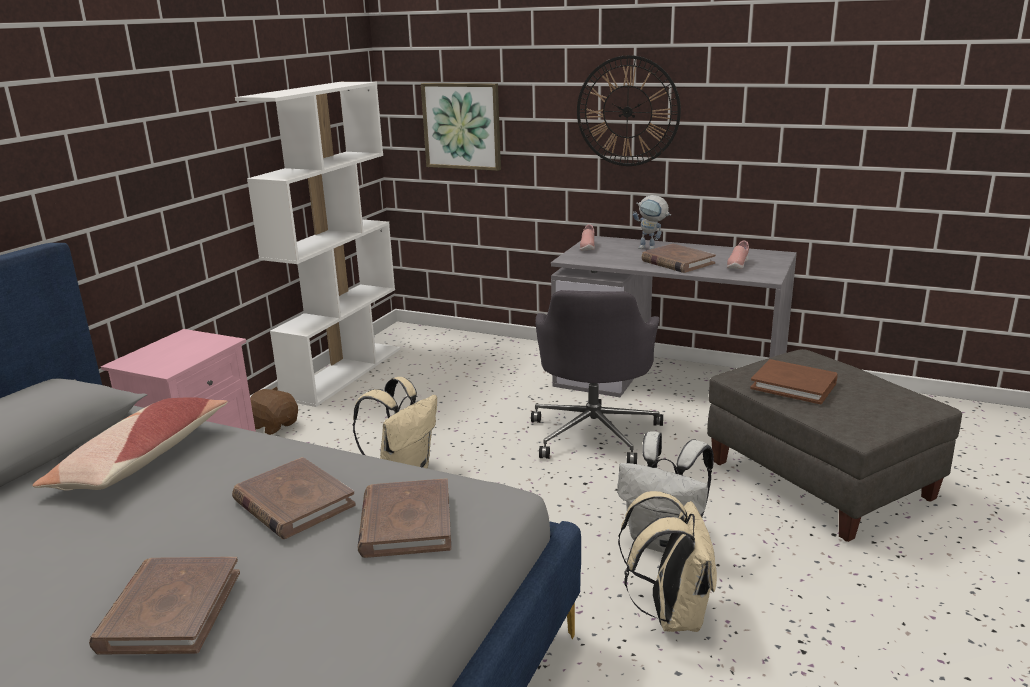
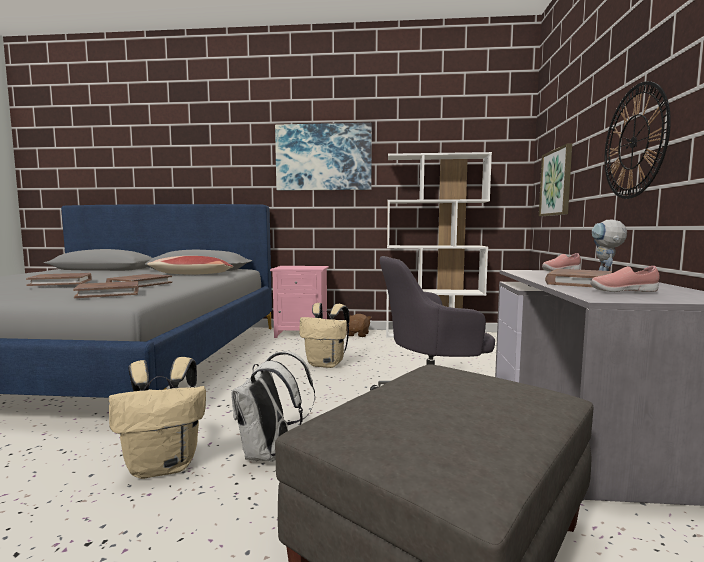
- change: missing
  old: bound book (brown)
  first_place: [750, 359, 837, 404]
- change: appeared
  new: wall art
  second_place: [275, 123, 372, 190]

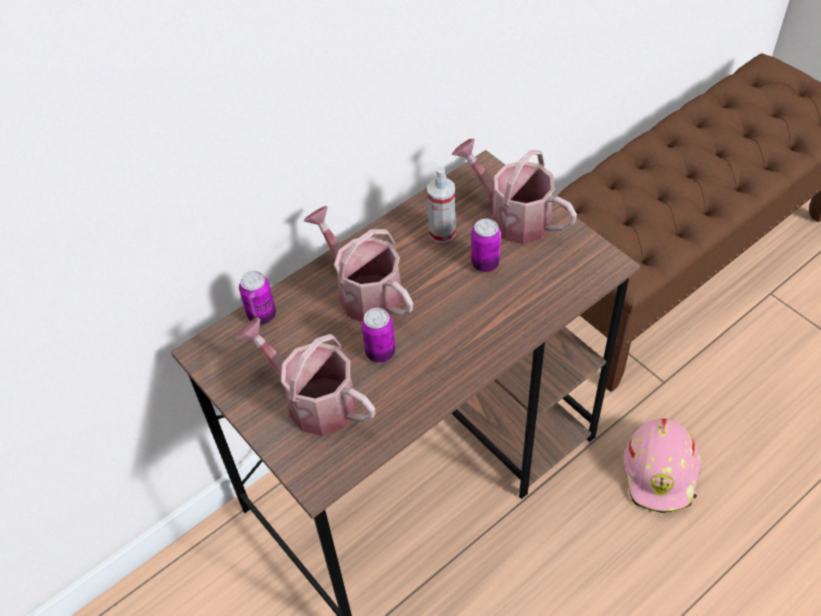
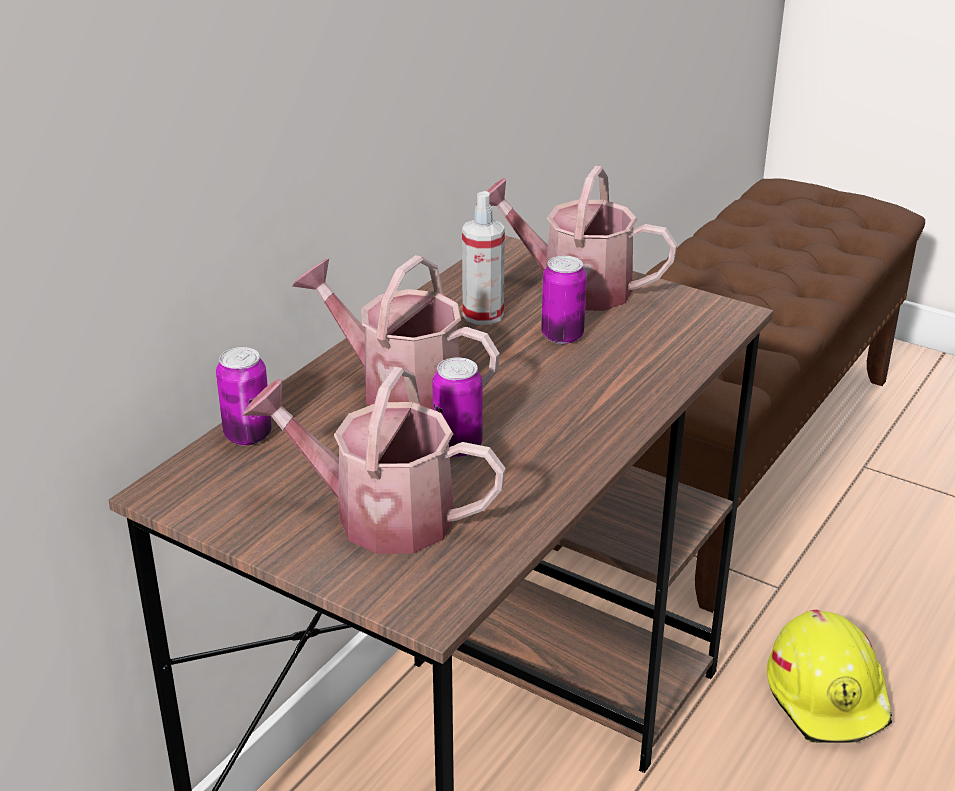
- change: colour
  old: work helmet (pink)
  new: work helmet (yellowish)
  first_place: [624, 419, 701, 513]
  second_place: [767, 610, 892, 743]

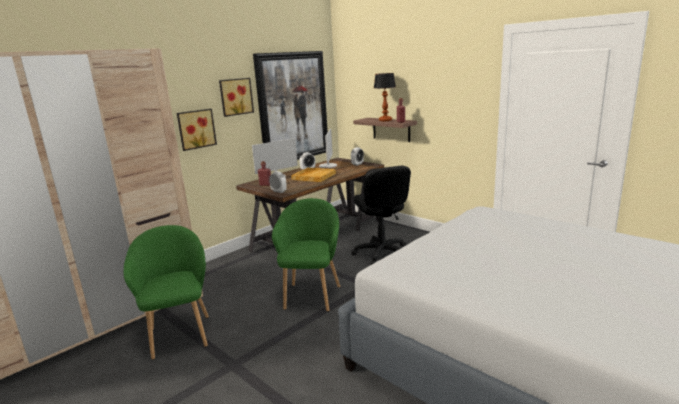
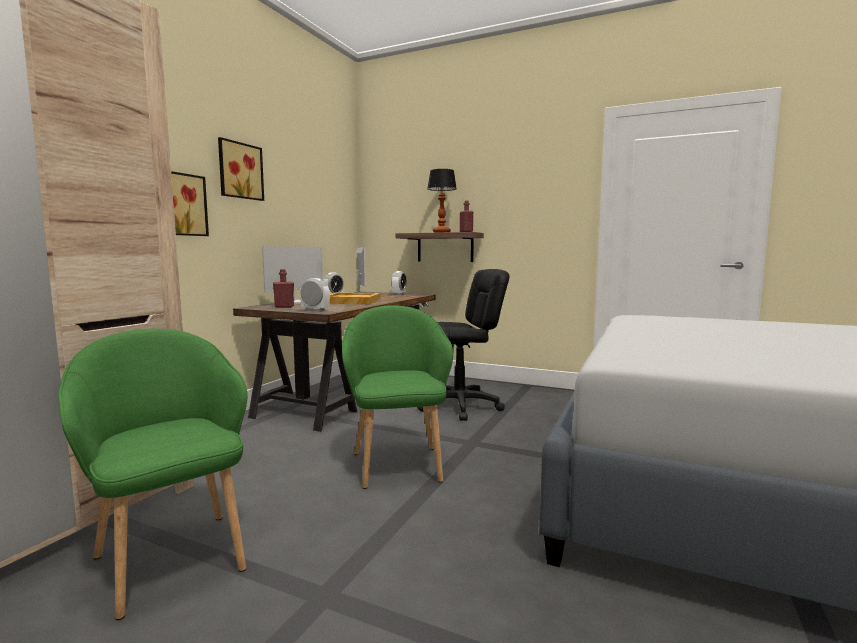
- change: missing
  old: wall art
  first_place: [253, 51, 328, 160]
- change: spun
  old: office chair (blackish)
  first_place: [351, 166, 411, 265]
  second_place: [417, 269, 509, 421]
  degrees: -75

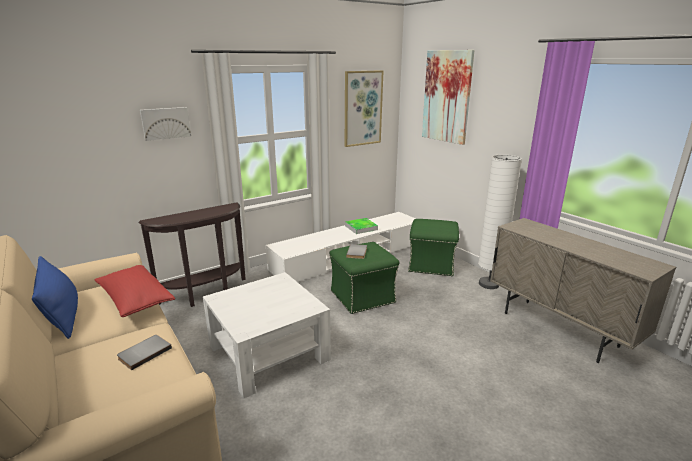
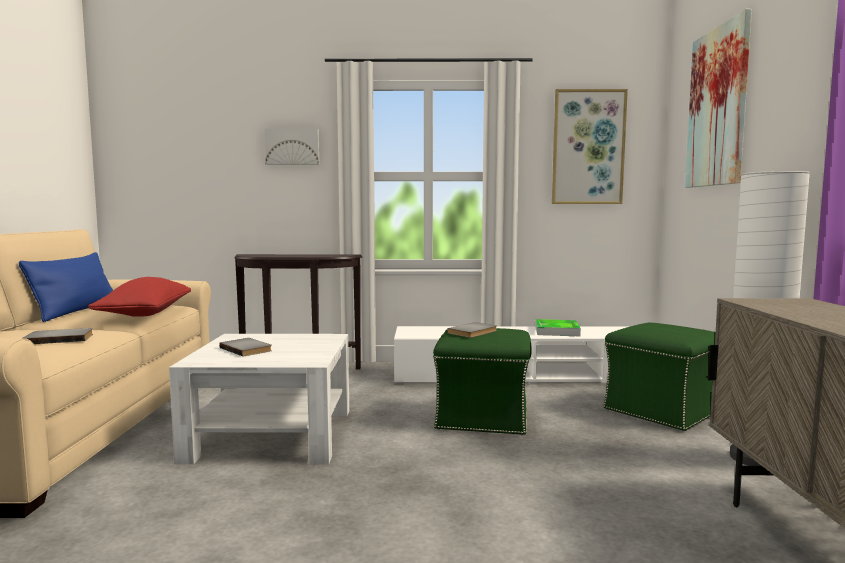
- change: appeared
  new: bound book (grey)
  second_place: [219, 338, 272, 357]

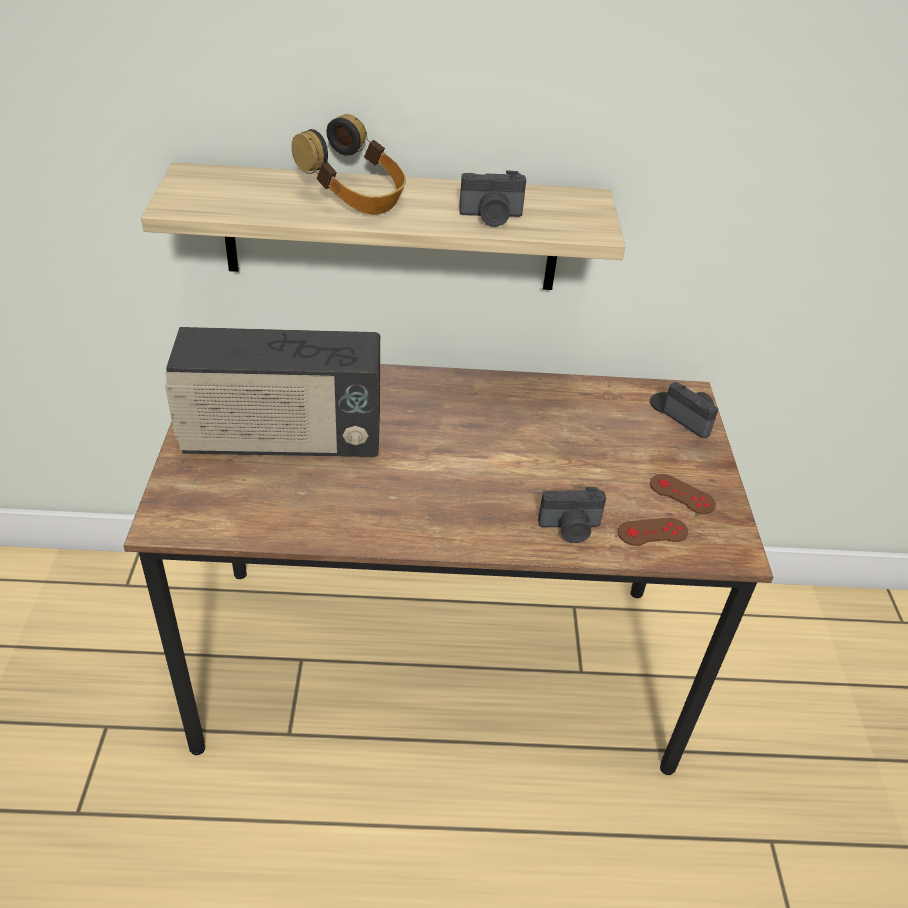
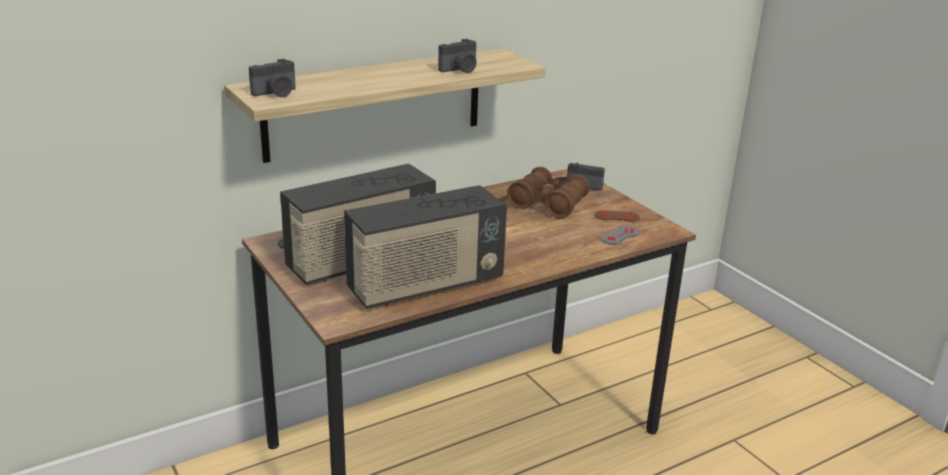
- change: missing
  old: headphones
  first_place: [291, 114, 406, 214]
- change: relocated
  old: still camera
  first_place: [538, 487, 606, 543]
  second_place: [249, 59, 296, 97]
- change: colour
  old: gamepad (brown)
  new: gamepad (grey)
  first_place: [618, 518, 688, 546]
  second_place: [601, 226, 639, 244]
- change: appeared
  new: binoculars (brown)
  second_place: [507, 167, 590, 218]
- change: appeared
  new: radio receiver
  second_place: [344, 185, 507, 309]

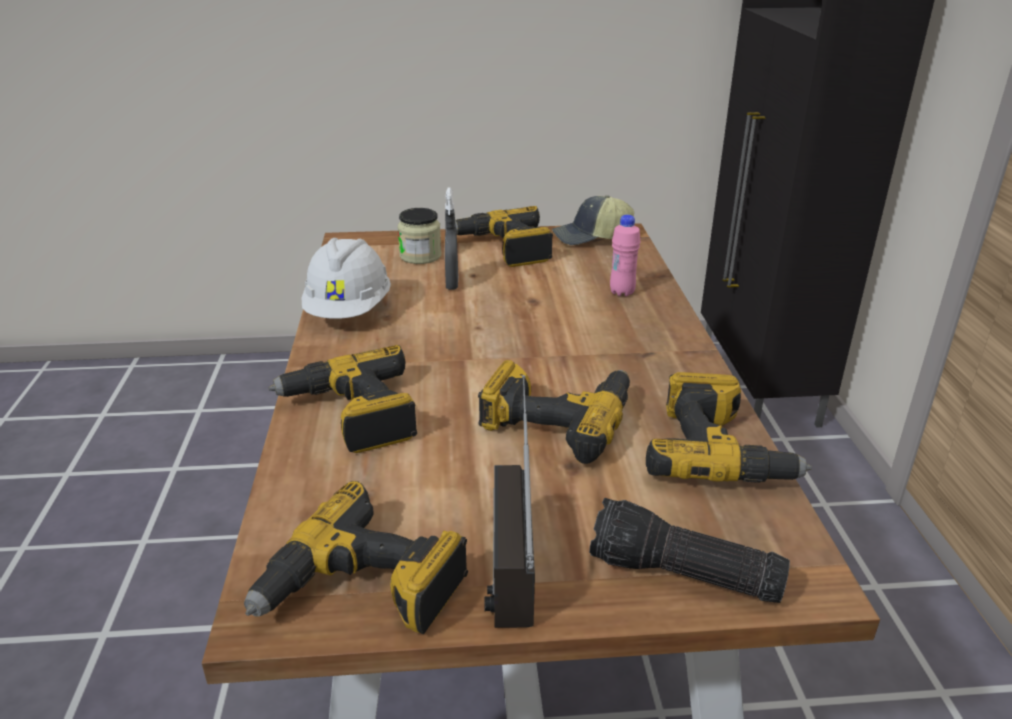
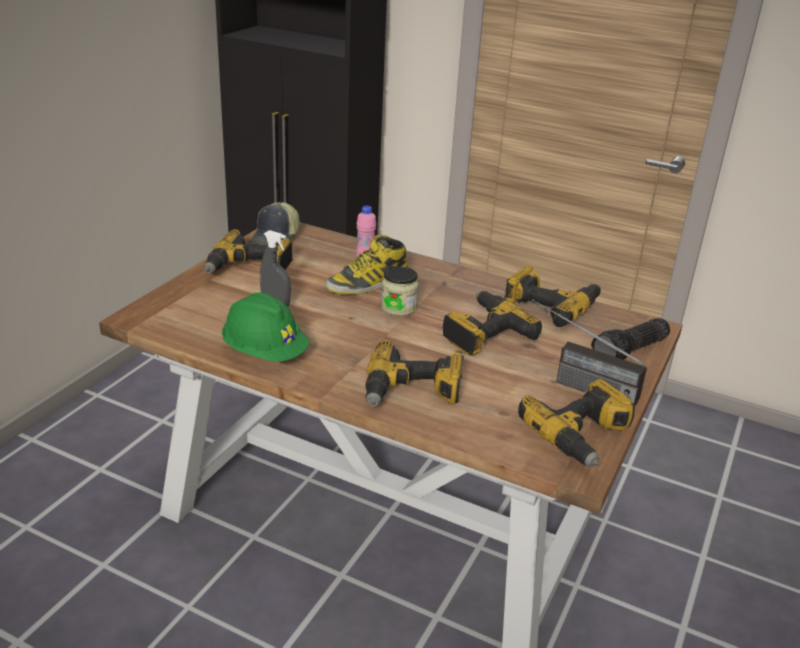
- change: relocated
  old: preserve jar
  first_place: [398, 208, 441, 264]
  second_place: [381, 266, 419, 316]
- change: colour
  old: work helmet (white-coloured)
  new: work helmet (greenish)
  first_place: [302, 238, 391, 319]
  second_place: [222, 293, 309, 362]
- change: appeared
  new: high-top boot
  second_place: [325, 235, 408, 295]

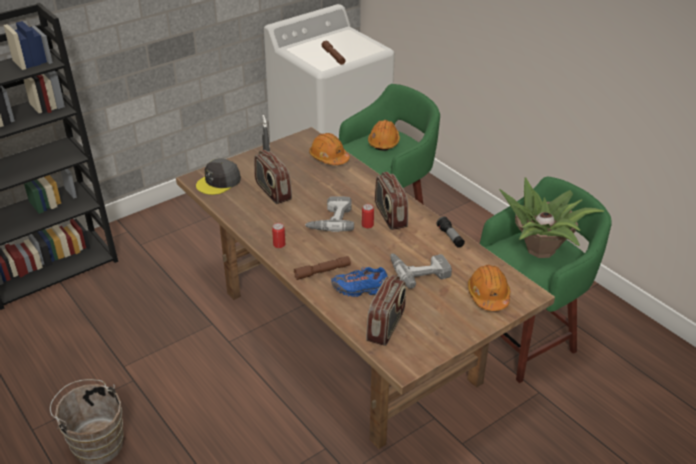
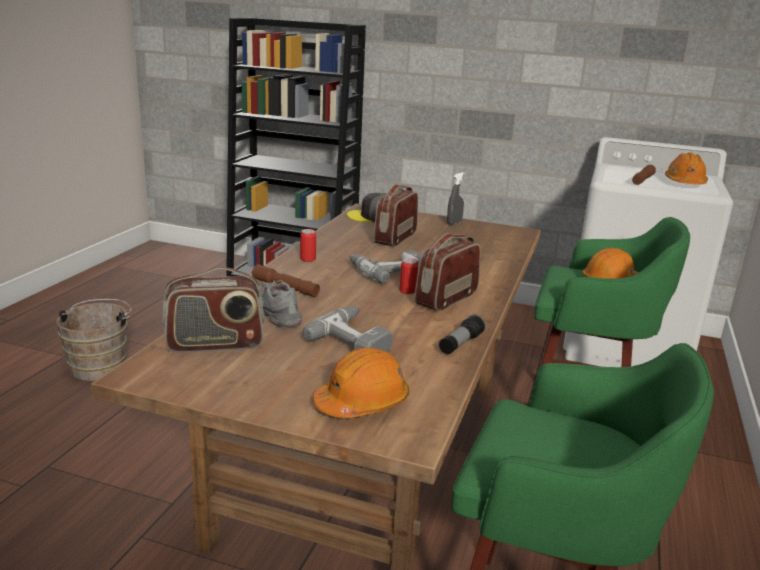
- change: relocated
  old: work helmet (orangey)
  first_place: [309, 133, 350, 165]
  second_place: [665, 152, 708, 184]
- change: missing
  old: houseplant
  first_place: [499, 177, 604, 258]
- change: colour
  old: shoe (blue-coloured)
  new: shoe (grey)
  first_place: [331, 267, 388, 297]
  second_place: [256, 280, 302, 327]

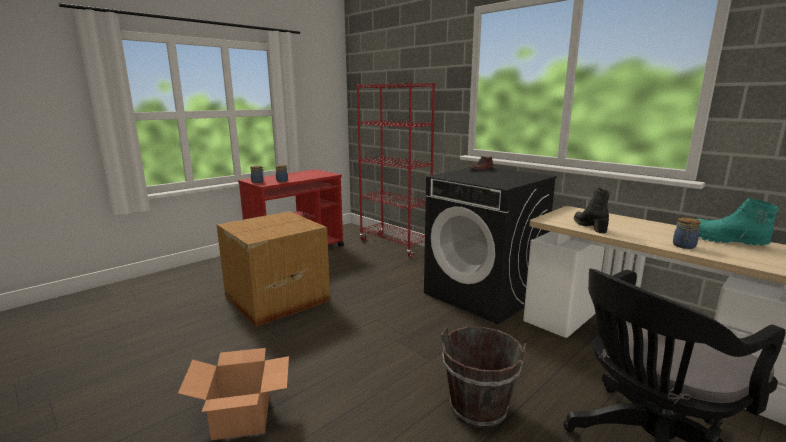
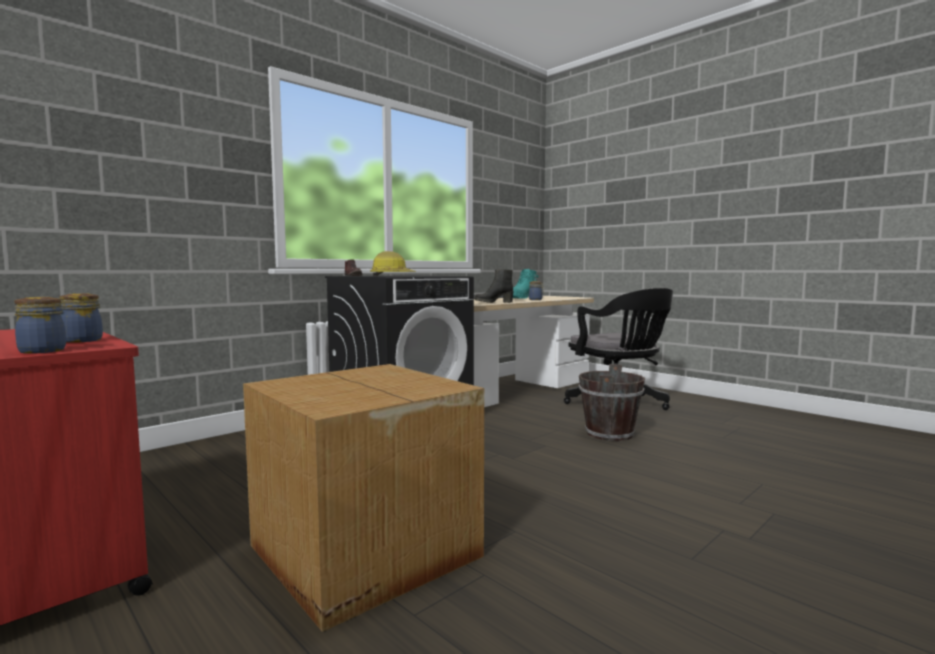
- change: missing
  old: bookshelf (red-coloured)
  first_place: [357, 82, 435, 258]
- change: missing
  old: packing box
  first_place: [178, 348, 289, 441]
- change: appeared
  new: work helmet
  second_place: [370, 251, 416, 276]

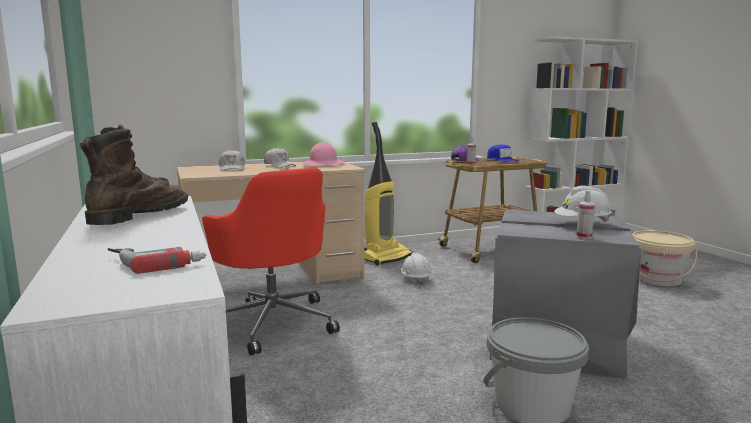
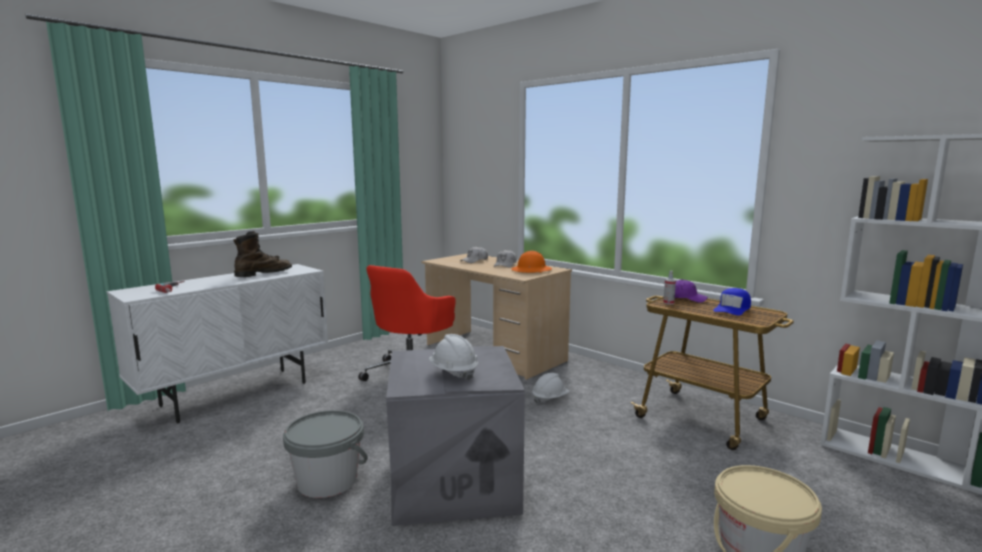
- change: missing
  old: vacuum cleaner
  first_place: [364, 122, 413, 265]
- change: spun
  old: high-top boot (brown)
  first_place: [80, 125, 188, 225]
  second_place: [233, 231, 292, 277]
  degrees: -45
- change: colour
  old: work helmet (pink)
  new: work helmet (orangey)
  first_place: [303, 142, 344, 166]
  second_place: [511, 251, 552, 273]
- change: missing
  old: hand sprayer
  first_place: [576, 190, 595, 239]

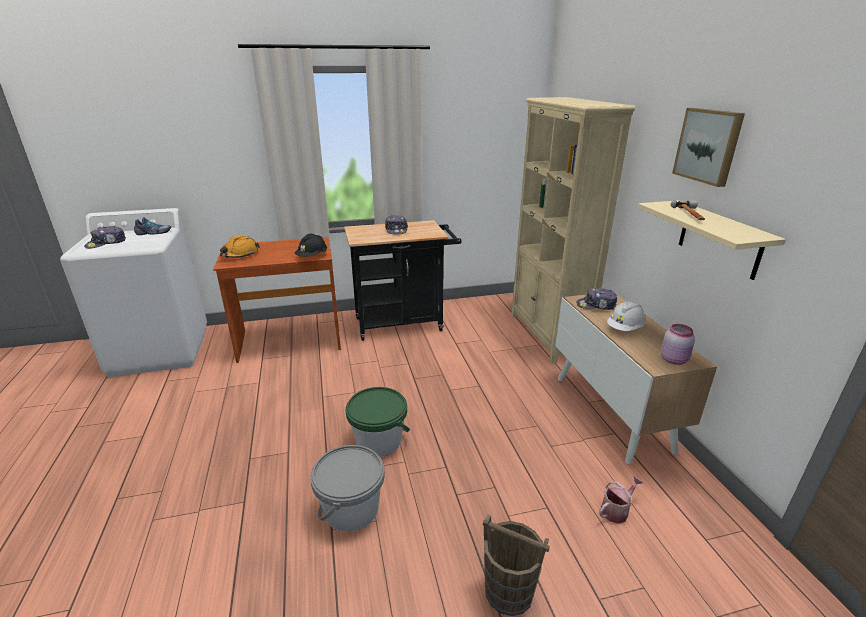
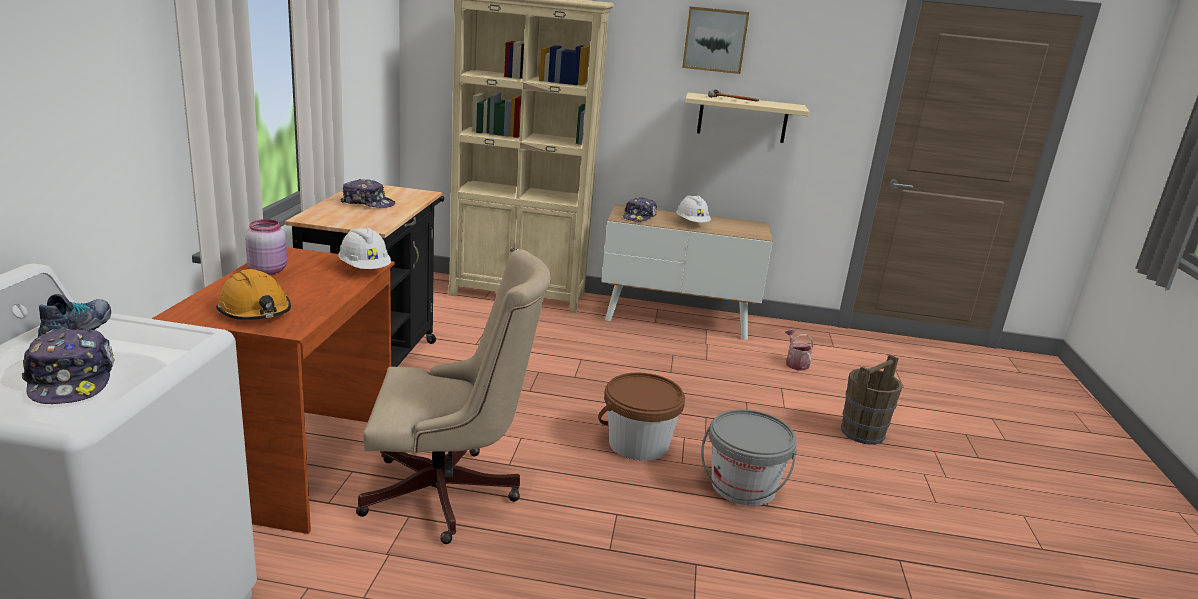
- change: colour
  old: work helmet (blackish)
  new: work helmet (white-coloured)
  first_place: [295, 234, 327, 257]
  second_place: [338, 227, 391, 269]
- change: relocated
  old: preserve jar (pink)
  first_place: [661, 324, 695, 365]
  second_place: [245, 219, 287, 275]
- change: colour
  old: pail (greenish)
  new: pail (brown)
  first_place: [346, 387, 410, 457]
  second_place: [598, 373, 685, 461]
- change: appeared
  new: office chair (sand-coloured)
  second_place: [356, 249, 551, 544]

